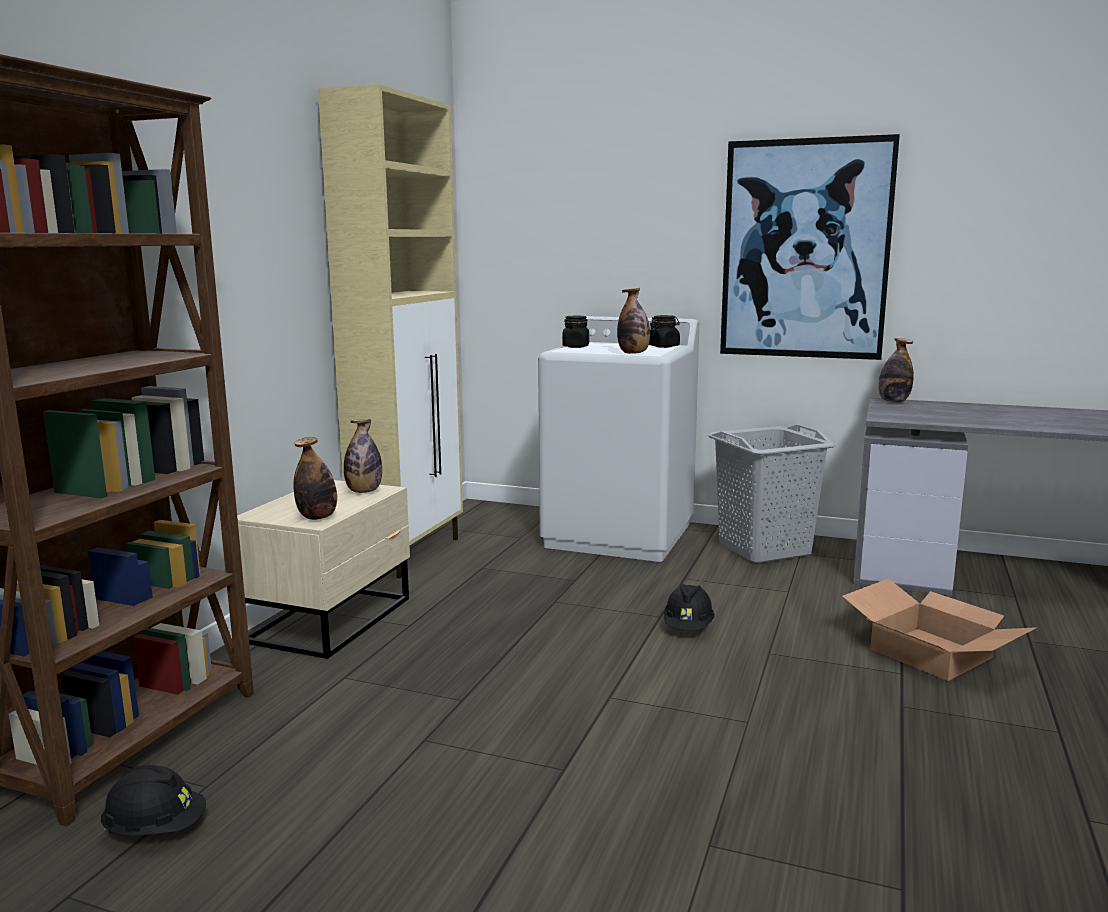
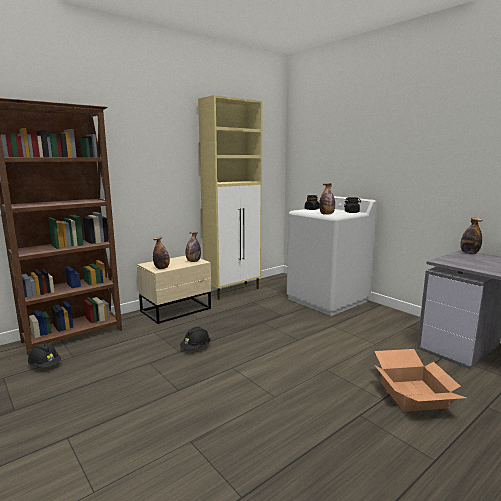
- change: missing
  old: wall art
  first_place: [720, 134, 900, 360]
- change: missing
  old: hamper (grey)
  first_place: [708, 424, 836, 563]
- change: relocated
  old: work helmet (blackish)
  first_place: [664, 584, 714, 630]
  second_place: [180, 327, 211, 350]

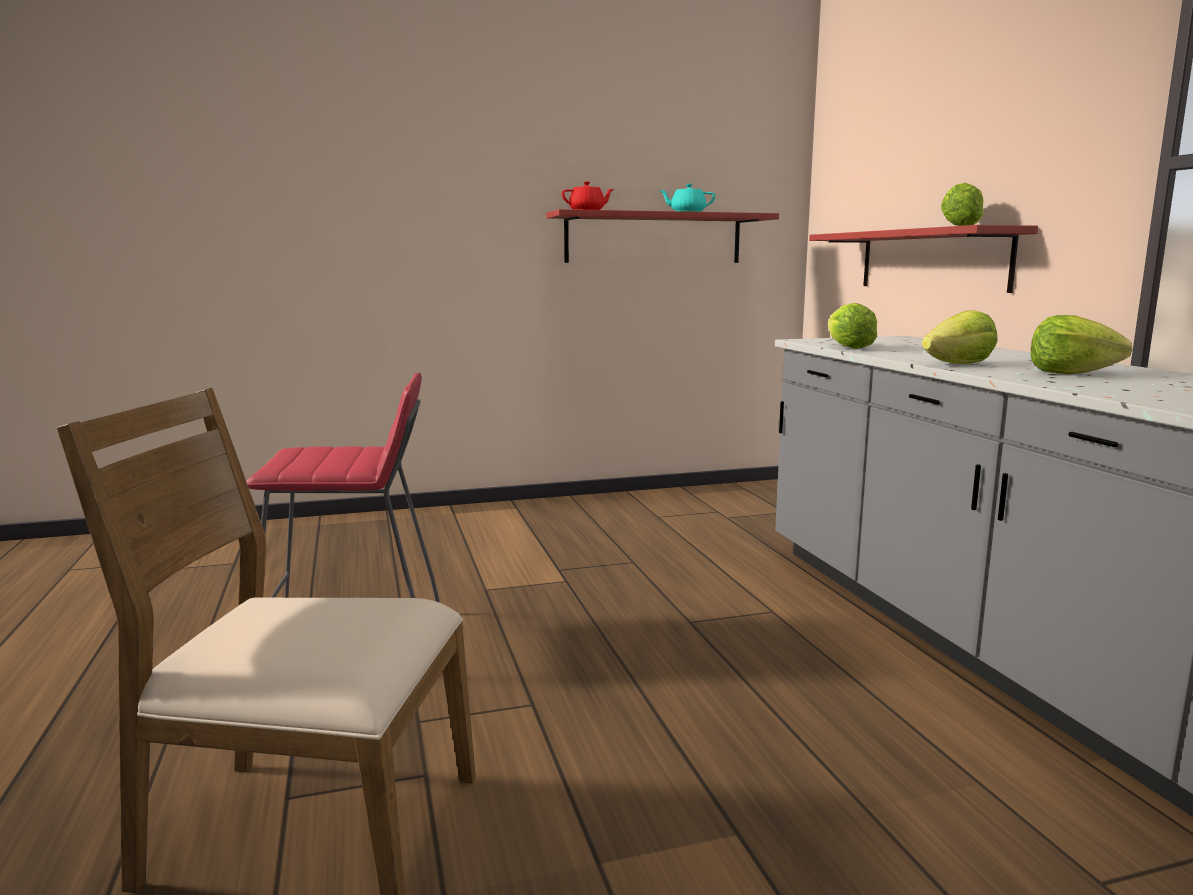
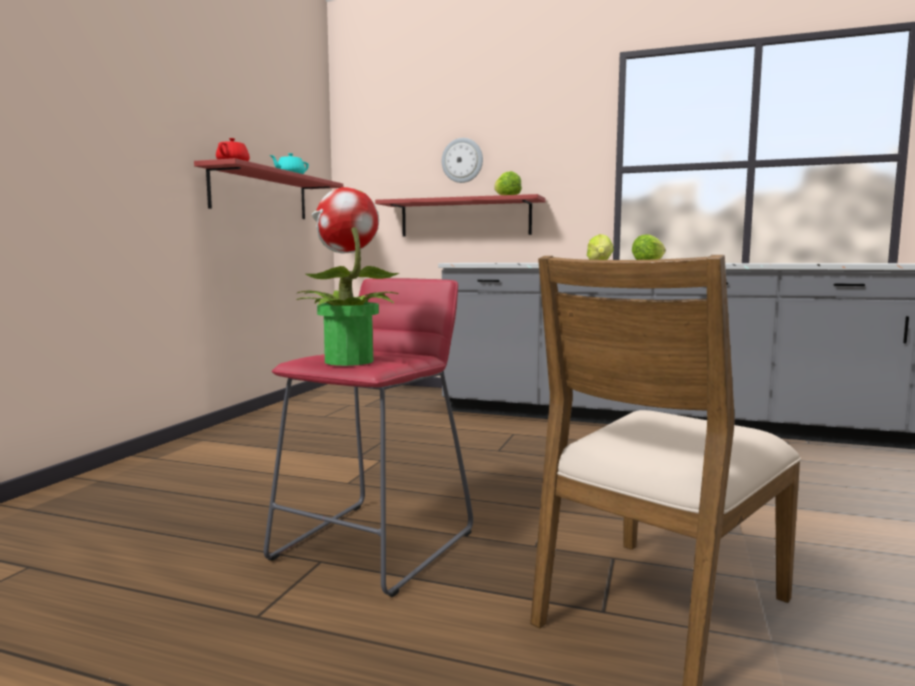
- change: missing
  old: lettuce head
  first_place: [828, 303, 877, 349]
- change: appeared
  new: wall clock
  second_place: [442, 138, 483, 183]
- change: appeared
  new: houseplant
  second_place: [296, 187, 399, 366]

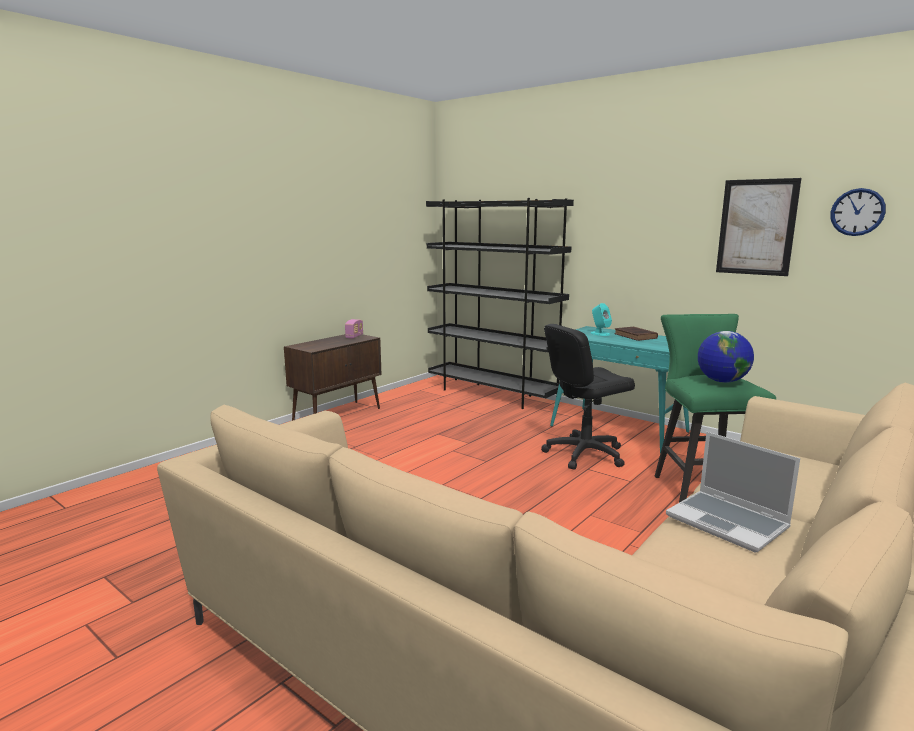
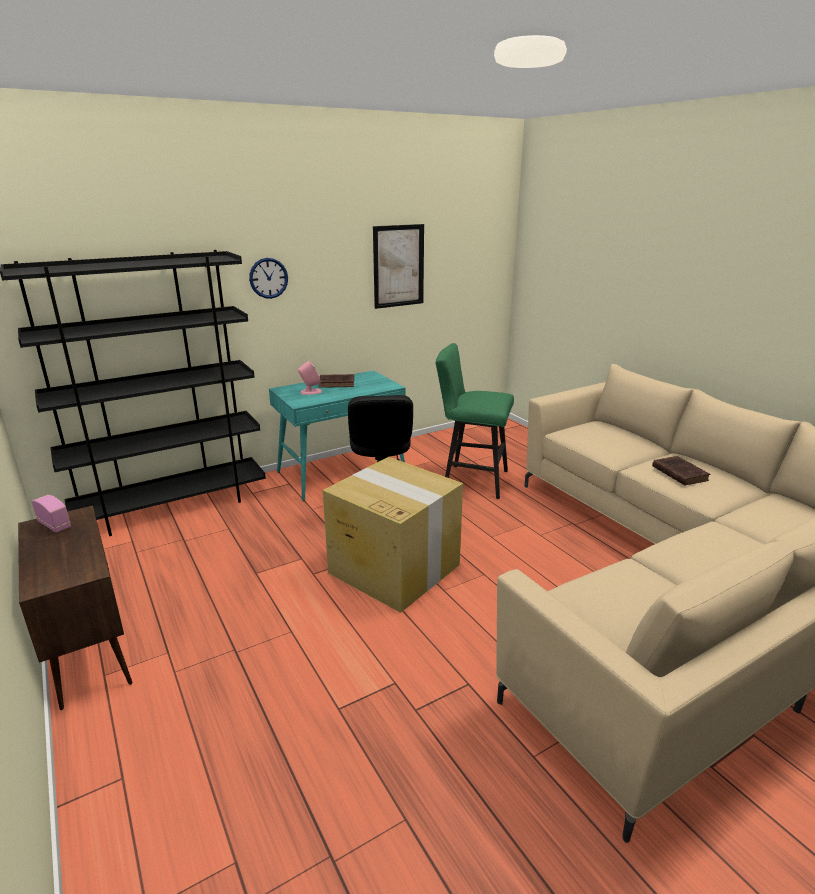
- change: relocated
  old: wall clock
  first_place: [830, 188, 886, 236]
  second_place: [249, 258, 288, 299]
- change: colour
  old: speaker (turquoise-coloured)
  new: speaker (pink)
  first_place: [591, 303, 612, 336]
  second_place: [298, 361, 322, 395]
- change: missing
  old: globe
  first_place: [698, 331, 754, 383]
- change: exchanged
  old: notebook computer
  new: bound book (brown)
  first_place: [666, 432, 800, 553]
  second_place: [652, 456, 710, 486]
- change: appeared
  new: packing box
  second_place: [323, 457, 463, 613]

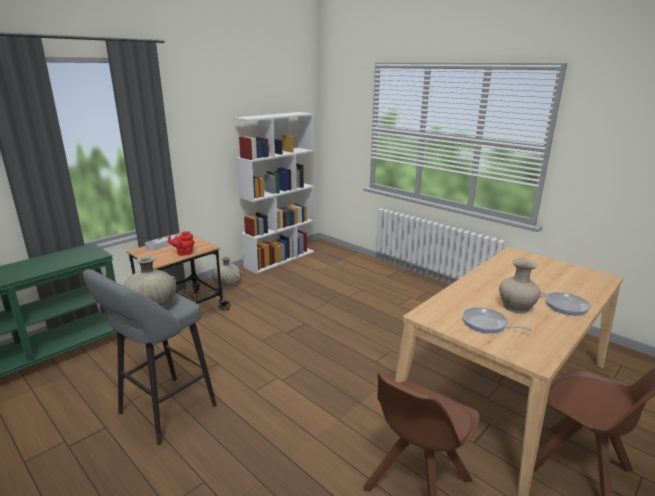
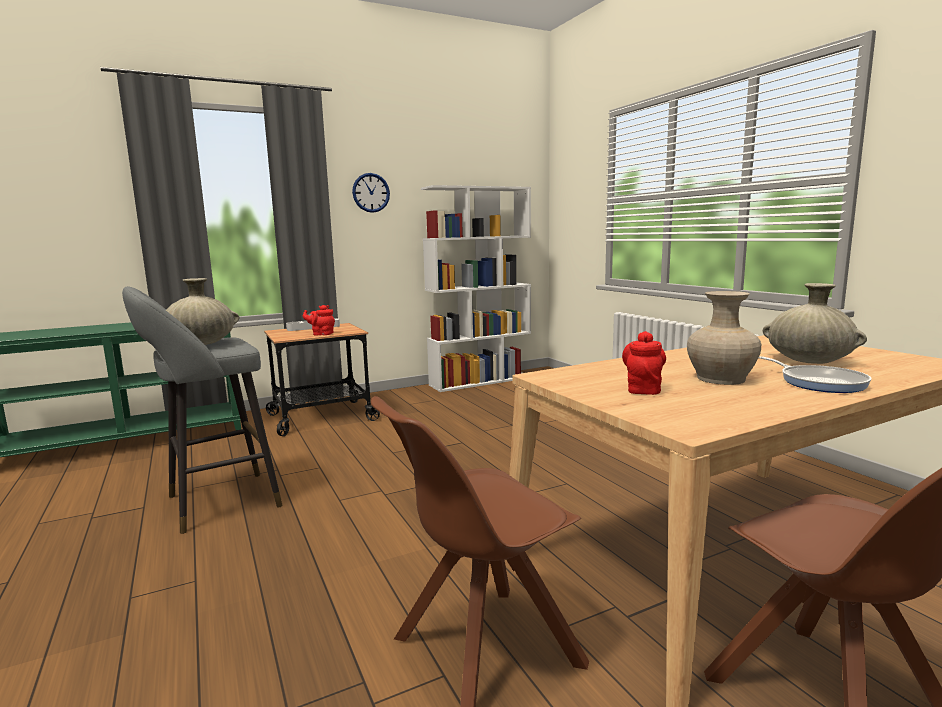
- change: relocated
  old: vase (sand-coloured)
  first_place: [212, 256, 241, 286]
  second_place: [763, 283, 867, 364]
- change: exchanged
  old: frying pan
  new: teapot (red-coloured)
  first_place: [462, 307, 532, 333]
  second_place: [622, 331, 666, 395]
- change: appeared
  new: wall clock
  second_place: [352, 173, 390, 213]

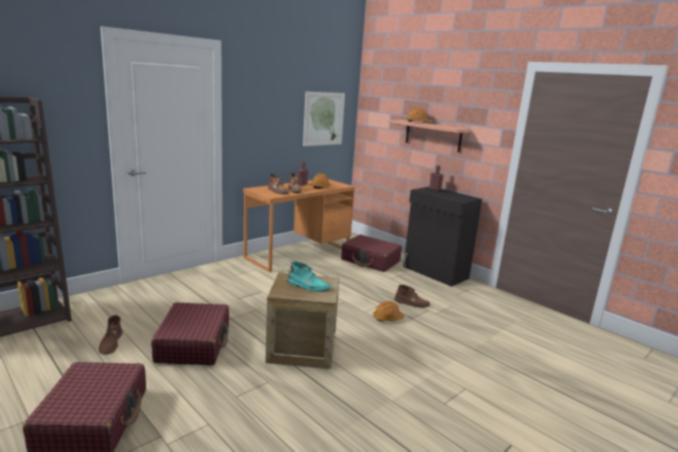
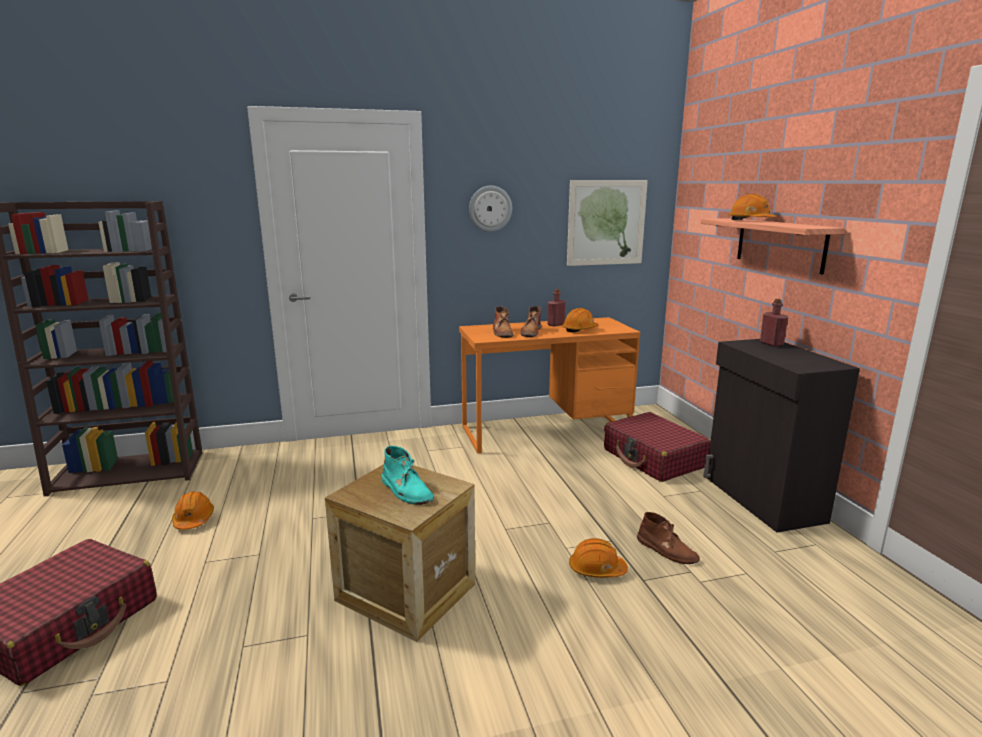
- change: missing
  old: suitcase (red-coloured)
  first_place: [151, 302, 229, 365]
- change: exchanged
  old: high-top boot (brown)
  new: work helmet (orangey)
  first_place: [99, 315, 123, 355]
  second_place: [172, 491, 214, 530]
- change: appeared
  new: wall clock
  second_place: [469, 186, 512, 232]

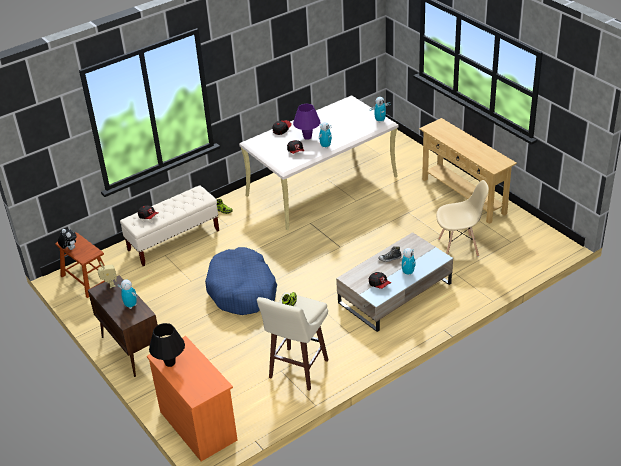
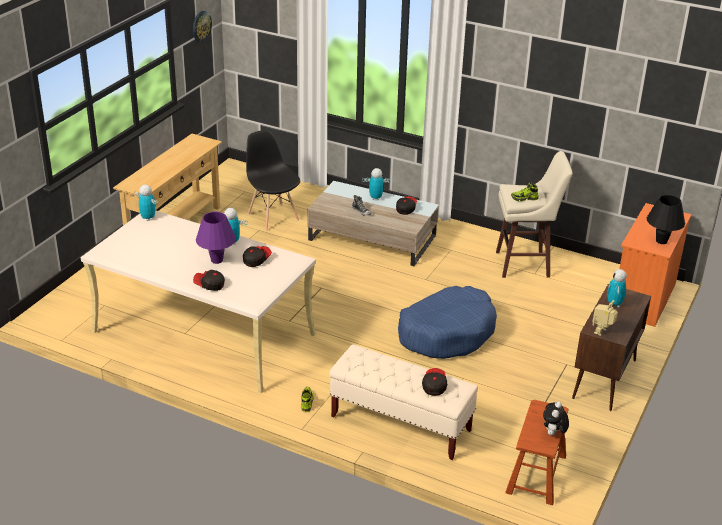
- change: colour
  old: chair (sand-coloured)
  new: chair (blackish)
  first_place: [436, 180, 489, 257]
  second_place: [246, 130, 300, 231]
- change: appeared
  new: wall clock
  second_place: [193, 11, 212, 42]

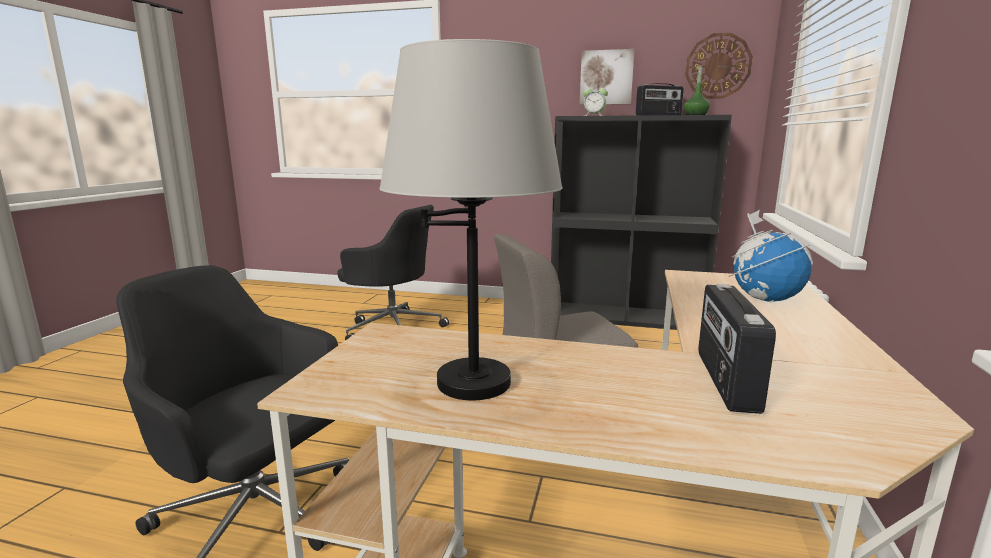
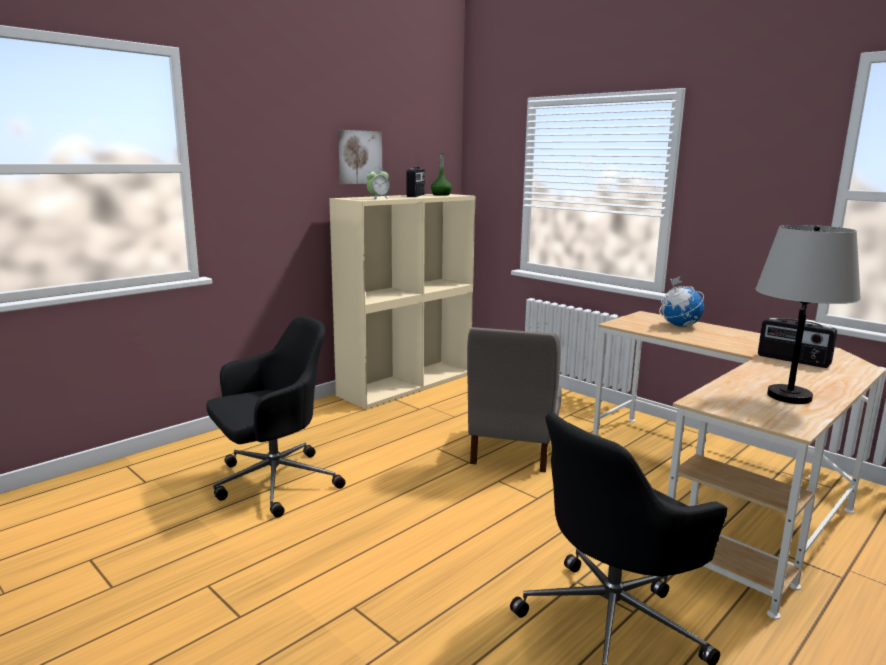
- change: missing
  old: wall clock
  first_place: [685, 33, 753, 99]
- change: colour
  old: bookshelf (blackish)
  new: bookshelf (sand-coloured)
  first_place: [551, 115, 732, 330]
  second_place: [329, 194, 475, 409]

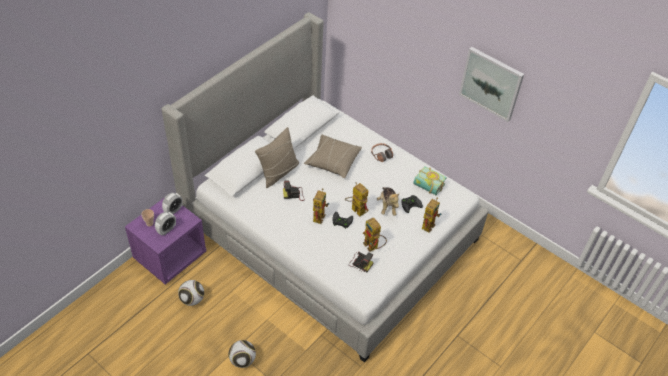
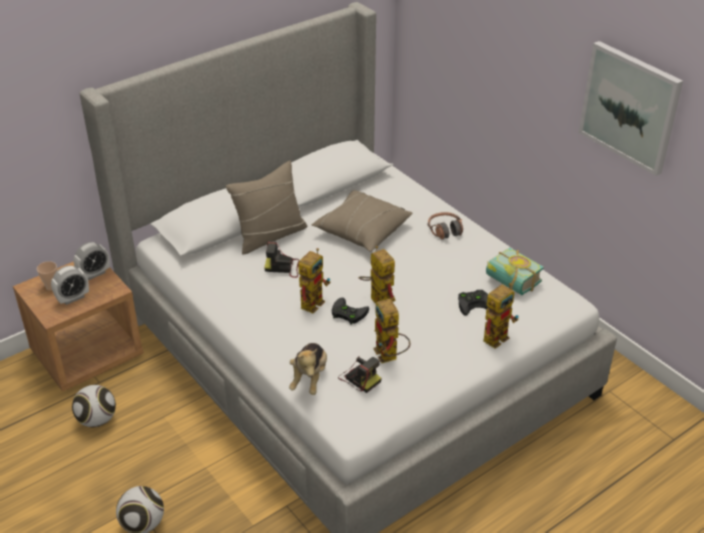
- change: relocated
  old: plush toy
  first_place: [377, 187, 400, 216]
  second_place: [289, 343, 327, 395]
- change: colour
  old: nightstand (purple)
  new: nightstand (brown)
  first_place: [125, 197, 206, 285]
  second_place: [13, 261, 144, 392]

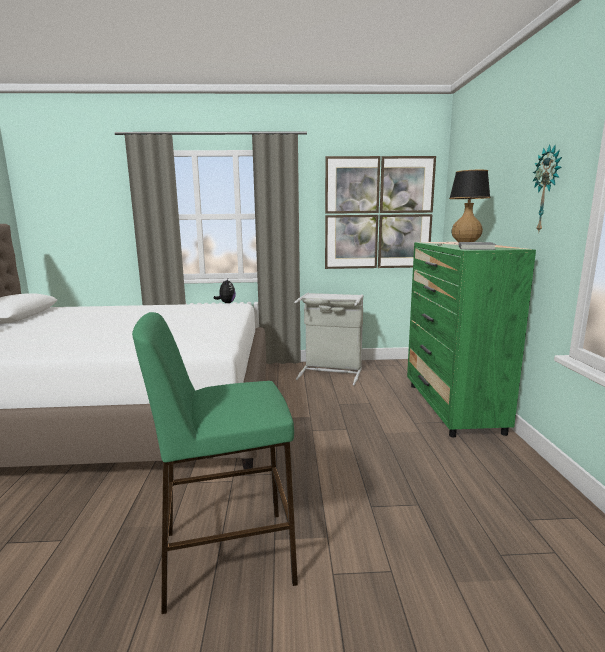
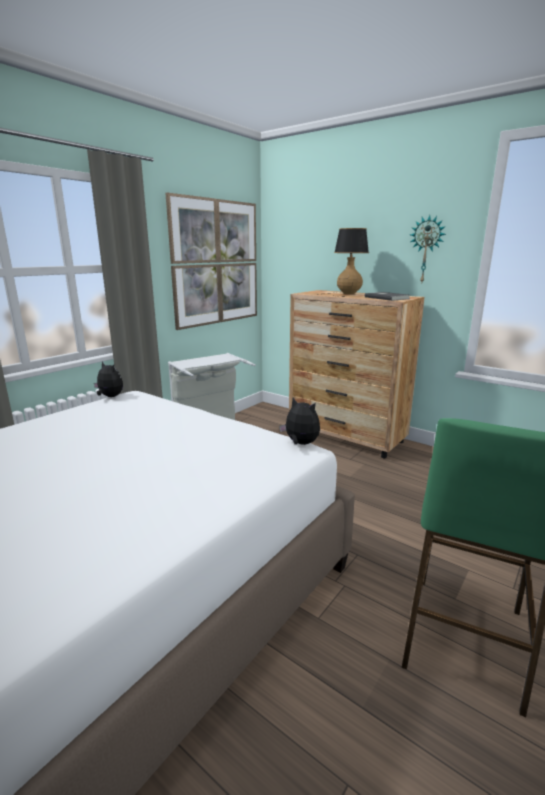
- change: colour
  old: drawer chest (greenish)
  new: drawer chest (brown)
  first_place: [407, 242, 536, 438]
  second_place: [289, 290, 424, 458]
- change: appeared
  new: plush toy
  second_place: [279, 398, 320, 445]

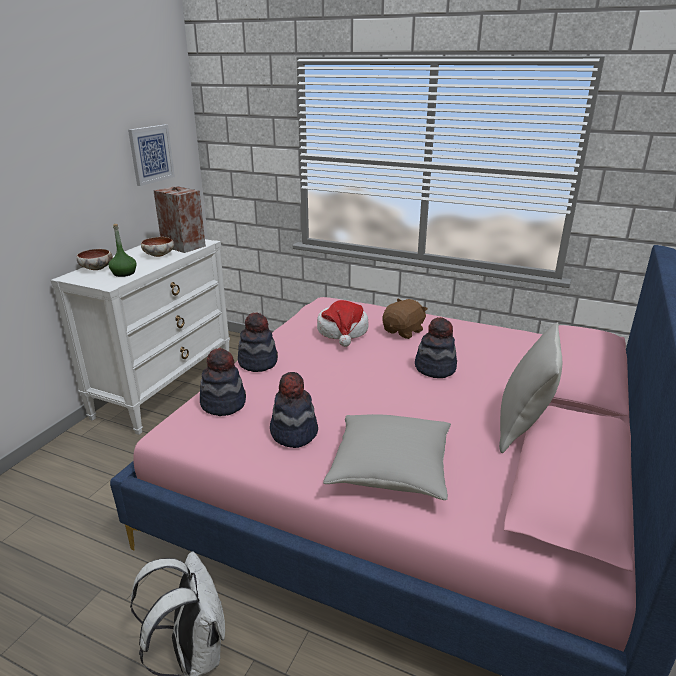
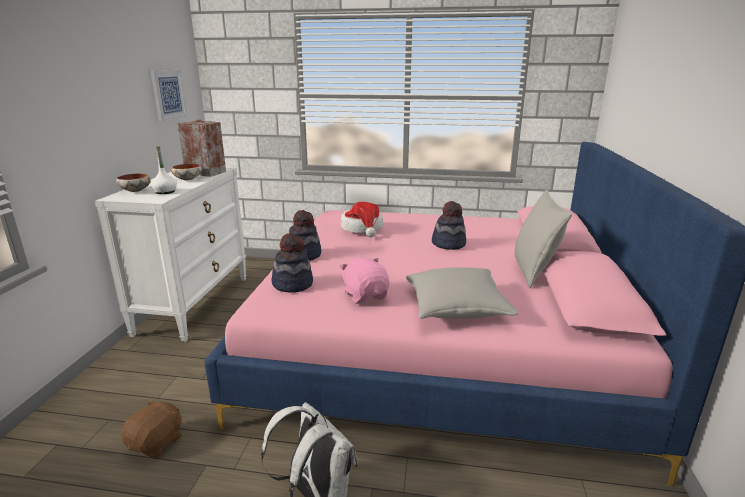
- change: colour
  old: beverage bottle (greenish)
  new: beverage bottle (white-coloured)
  first_place: [109, 224, 137, 277]
  second_place: [151, 146, 177, 194]
- change: relocated
  old: plush toy (brown)
  first_place: [382, 299, 428, 339]
  second_place: [121, 400, 182, 458]
- change: exchanged
  old: clothing hat
  new: plush toy (pink)
  first_place: [270, 372, 318, 448]
  second_place: [339, 257, 389, 304]

